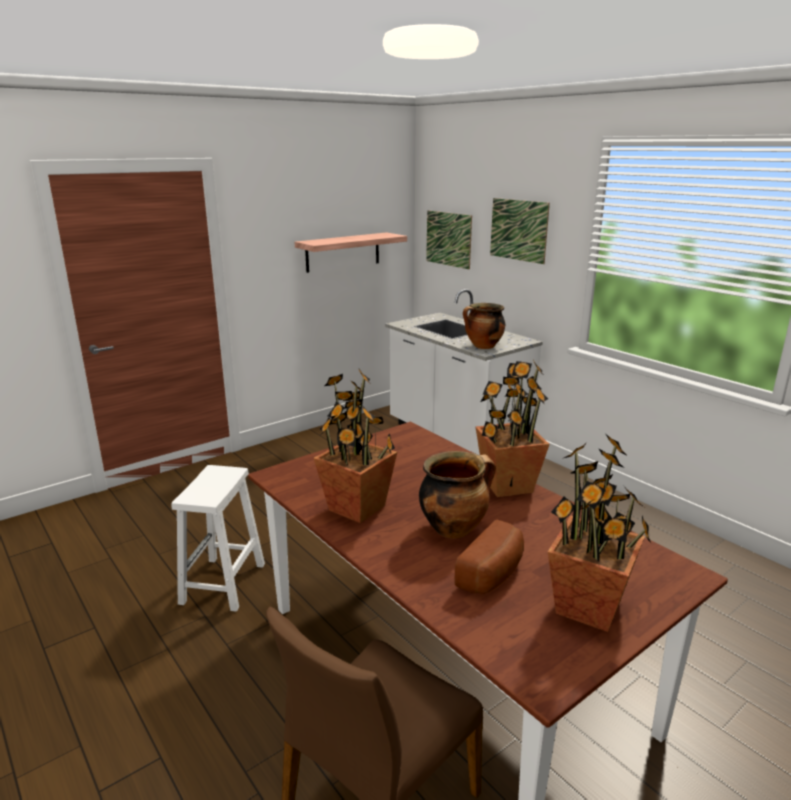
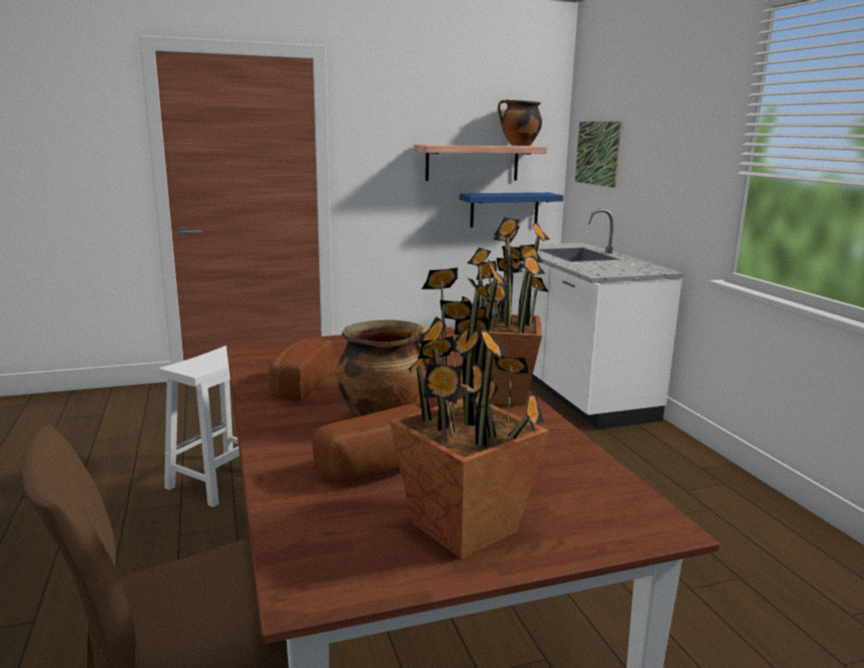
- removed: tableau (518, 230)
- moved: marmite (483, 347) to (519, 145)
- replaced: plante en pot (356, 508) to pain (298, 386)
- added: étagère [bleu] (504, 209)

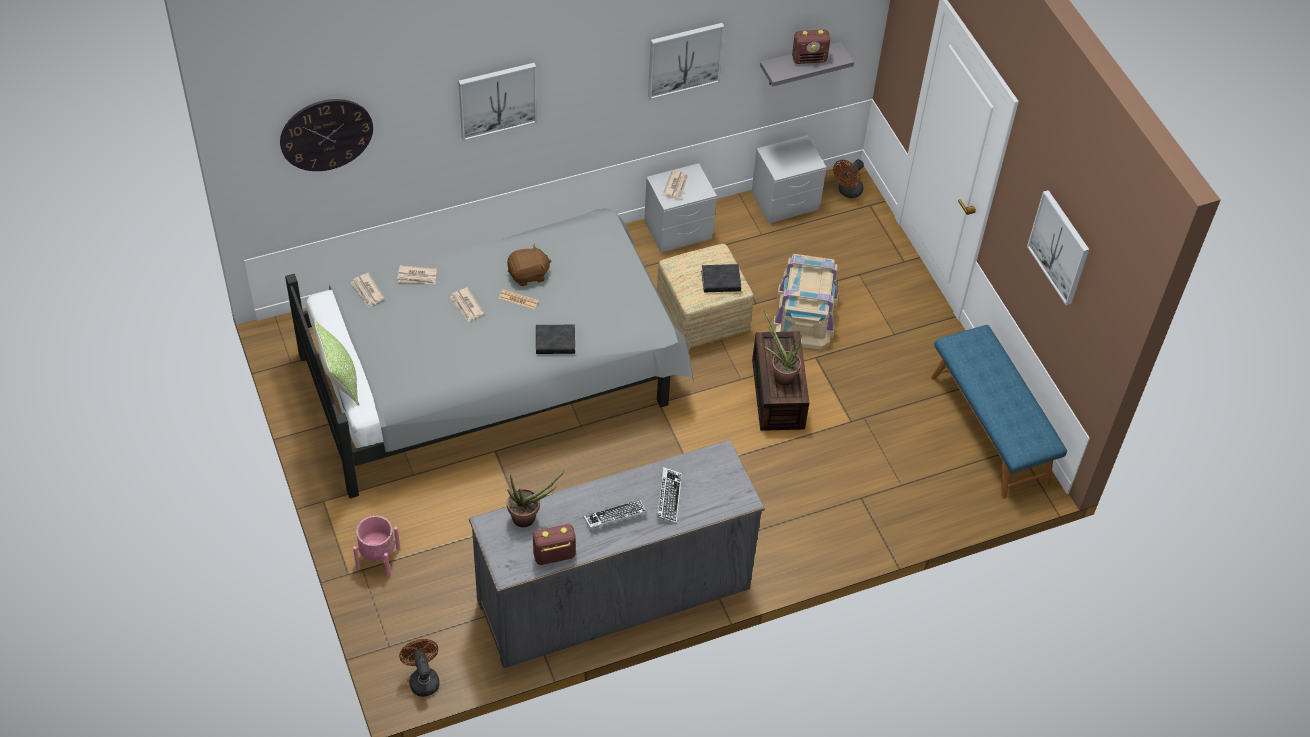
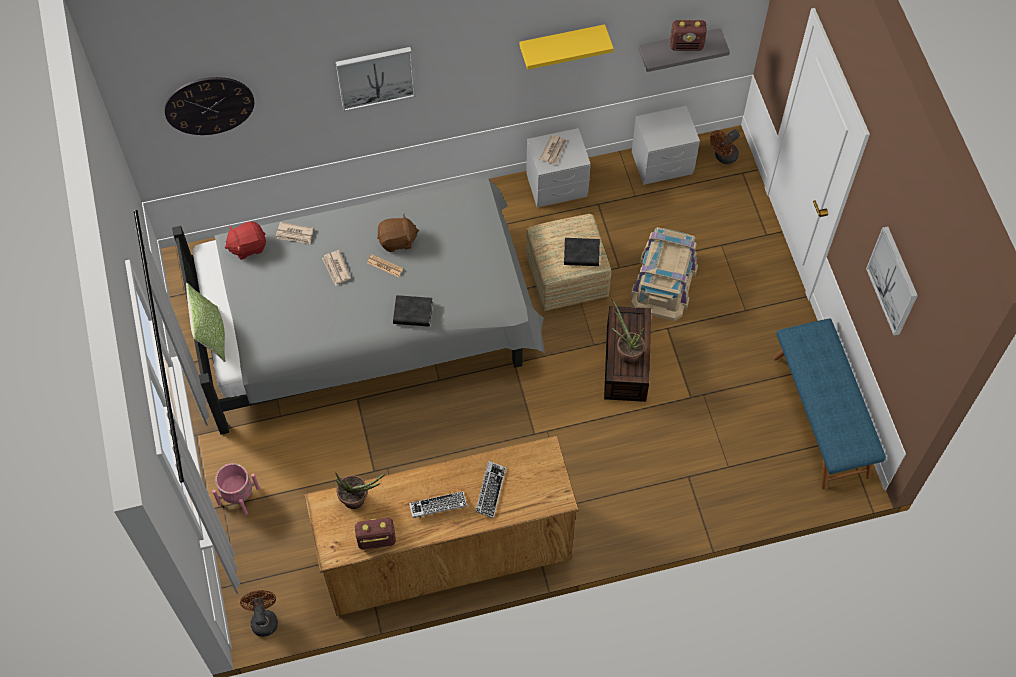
- replaced: tableau (684, 59) to étagère [jaune] (561, 43)
- replaced: journal (367, 291) to peluche [rouge] (247, 246)
- recoloured: commode [gris] (613, 594) to commode [marron] (445, 552)

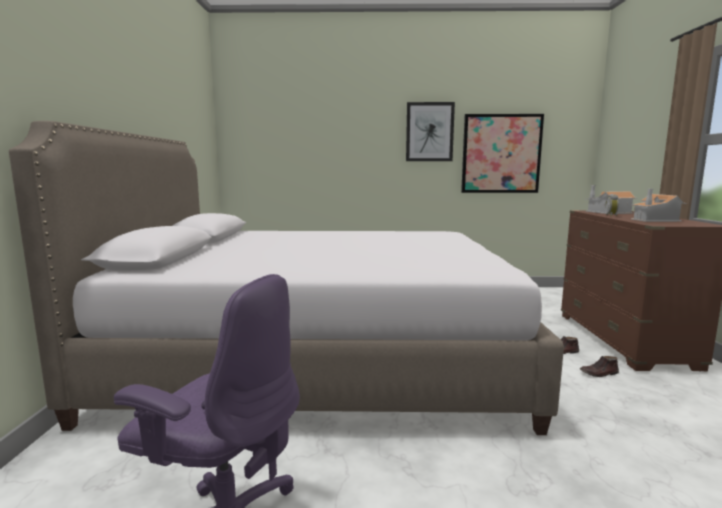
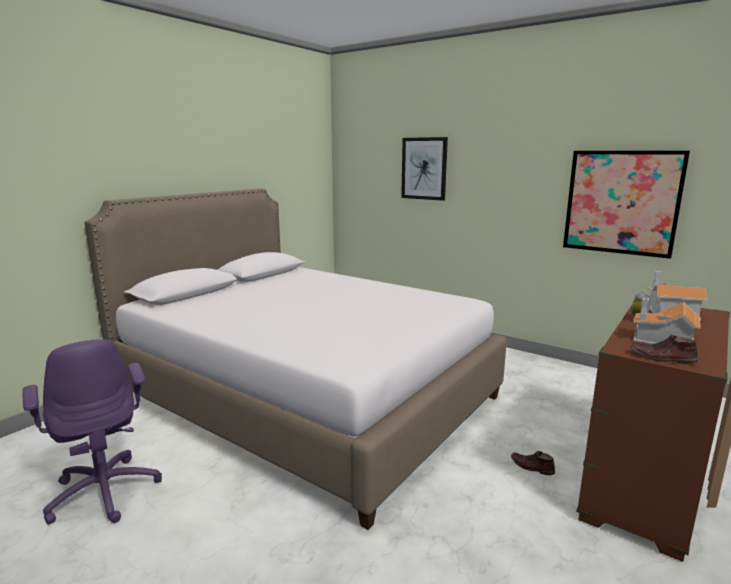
- moved: tableau (429, 132) to (424, 168)
- moved: chaussure [marron] (599, 373) to (662, 358)

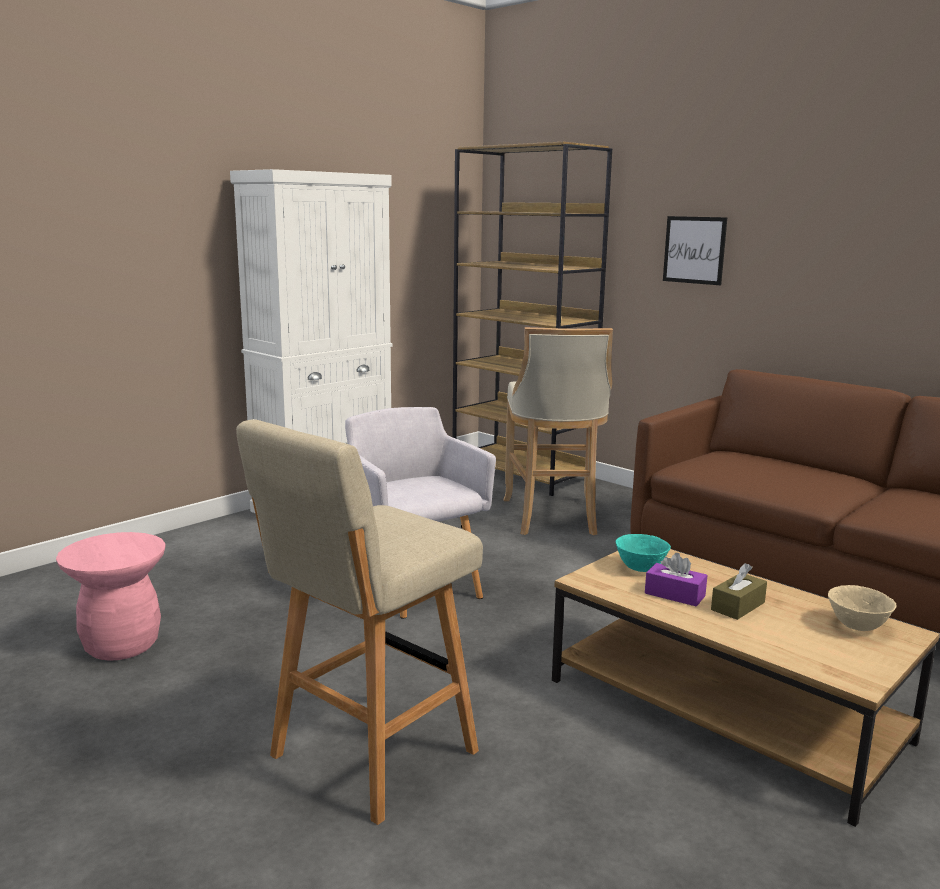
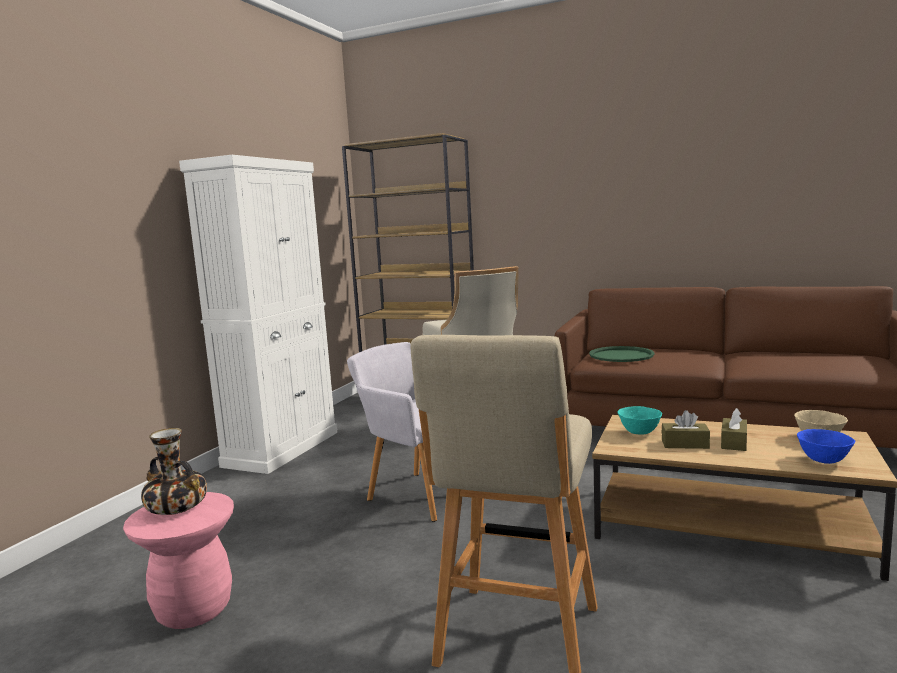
- removed: tableau (694, 250)
- recoloured: boîte à mouchoirs [violet] (674, 594) to boîte à mouchoirs [marron] (685, 444)
- added: plateau [vert] (621, 355)
- added: vase (177, 507)
- added: bol [bleu] (824, 461)

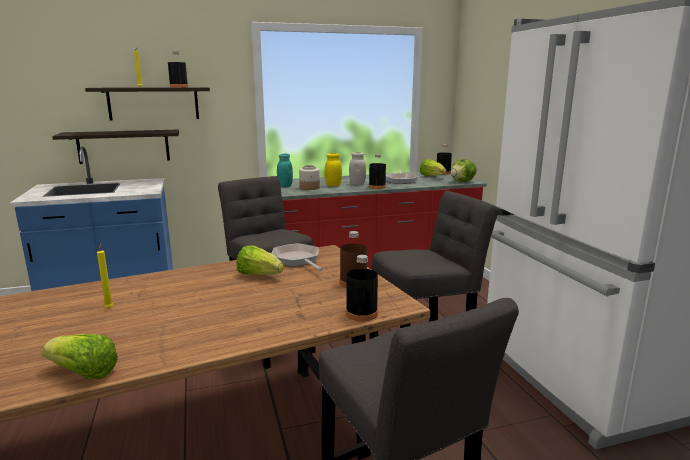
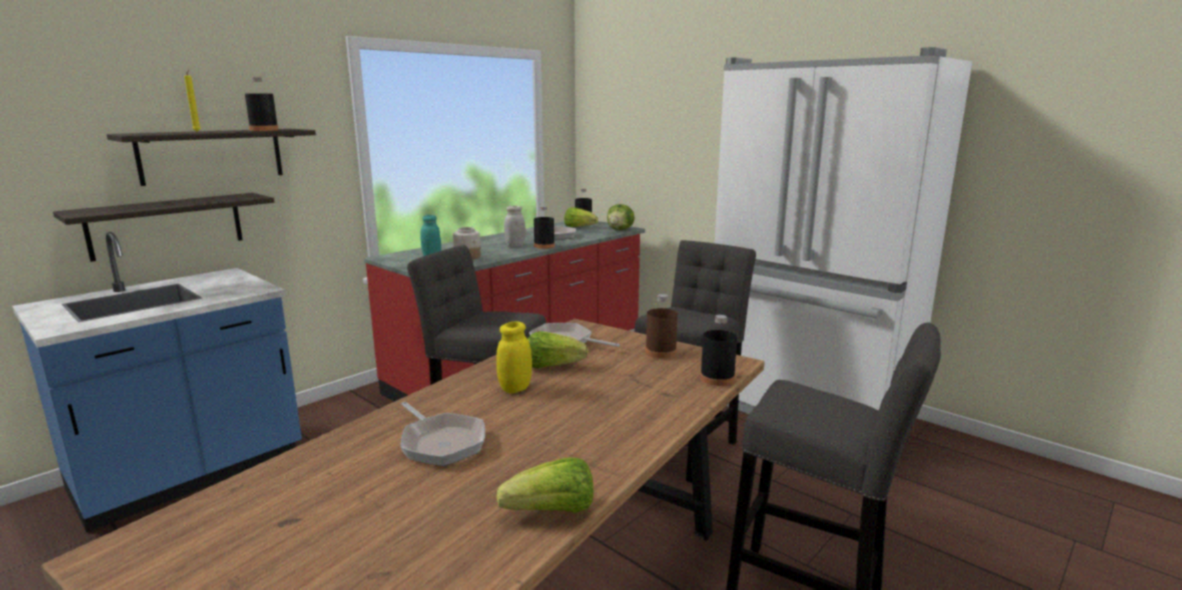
- moved: bocal [jaune] (333, 185) to (515, 388)
- replaced: bougie [jaune] (109, 307) to poêle (441, 442)

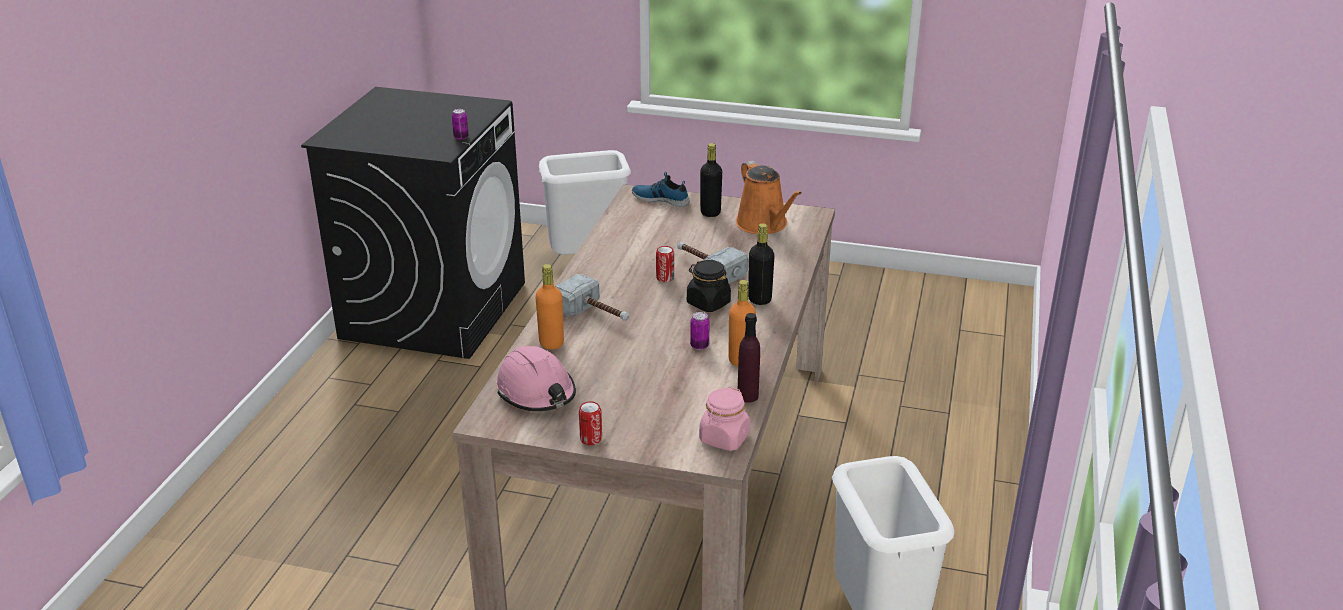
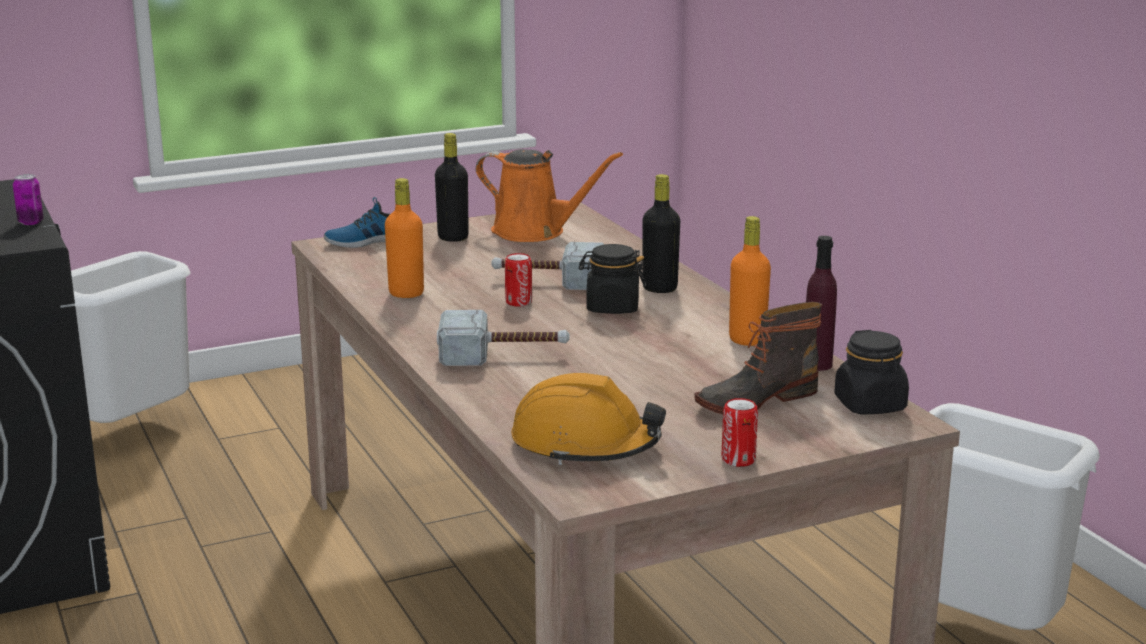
- moved: bouteille [orange] (551, 343) to (406, 293)
- removed: boîte métallique (699, 346)
- recoloured: casque de chantier [rose] (536, 392) to casque de chantier [orange] (585, 445)
- recoloured: bocal [rose] (724, 438) to bocal [noir] (870, 405)
- added: botte (754, 400)

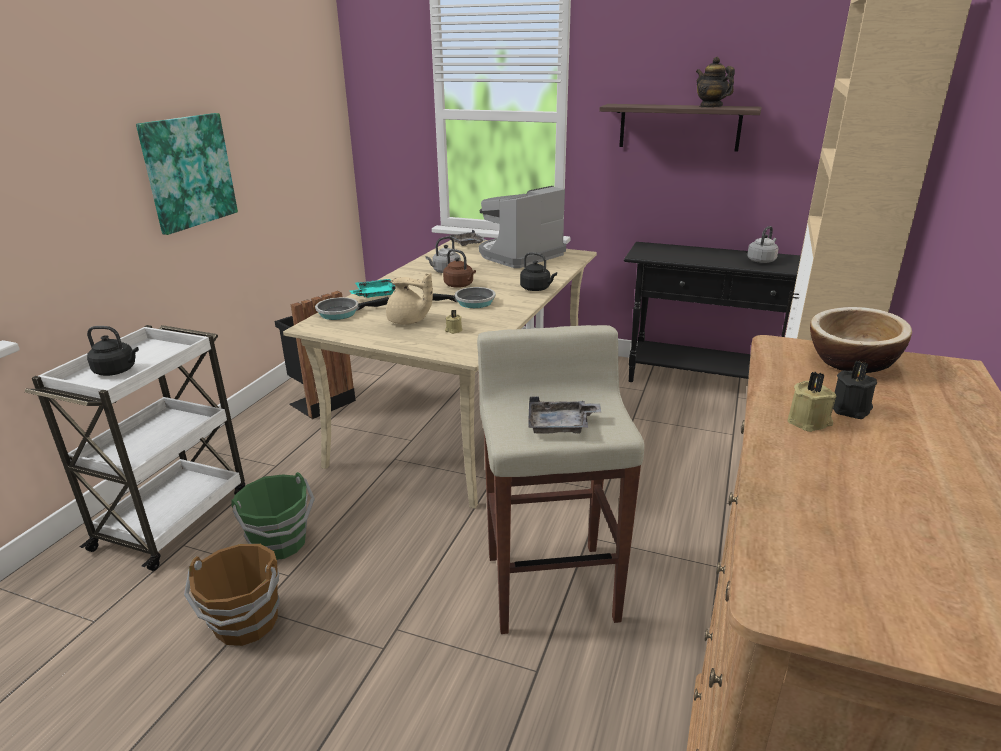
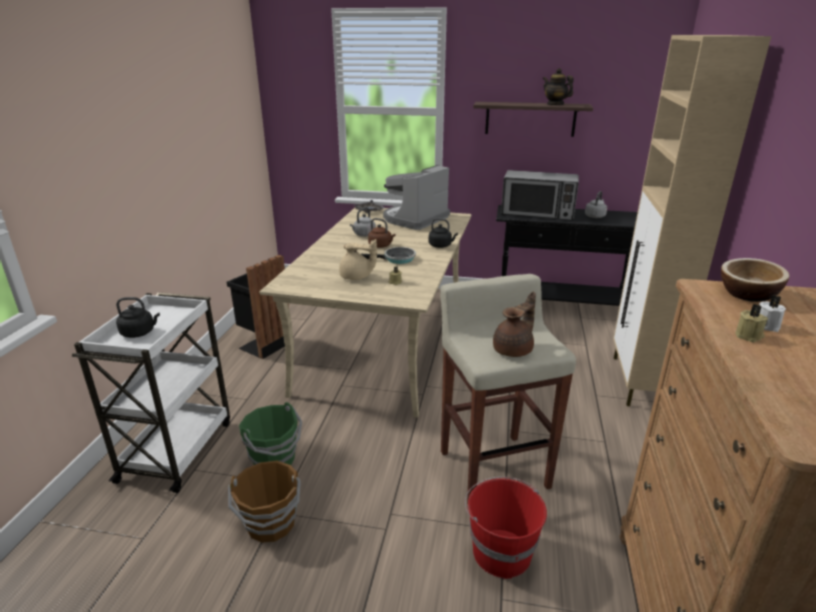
- removed: tableau (188, 171)
- removed: plateau [turquoise] (375, 295)
- removed: poêle (342, 312)
- recoloured: bougie [noir] (852, 409) to bougie [blanc] (768, 325)
- replaced: plateau [gris] (560, 426) to théière [marron] (514, 349)
- added: micro-ondes (537, 213)
- added: seau [rouge] (500, 551)

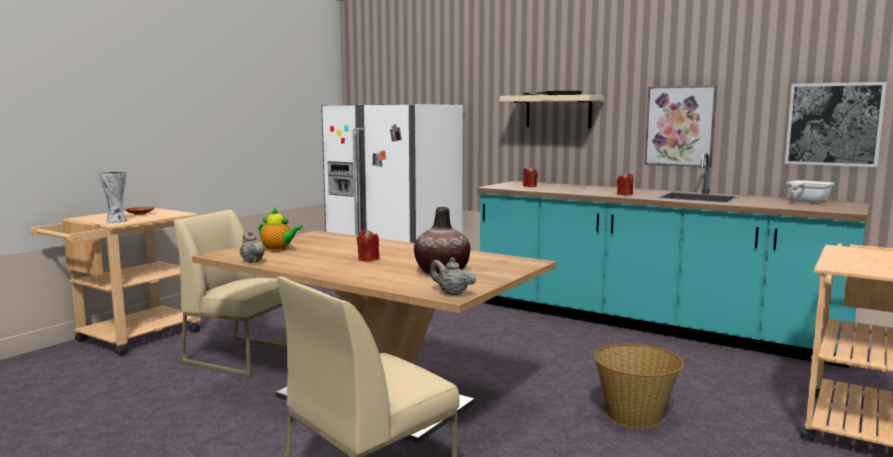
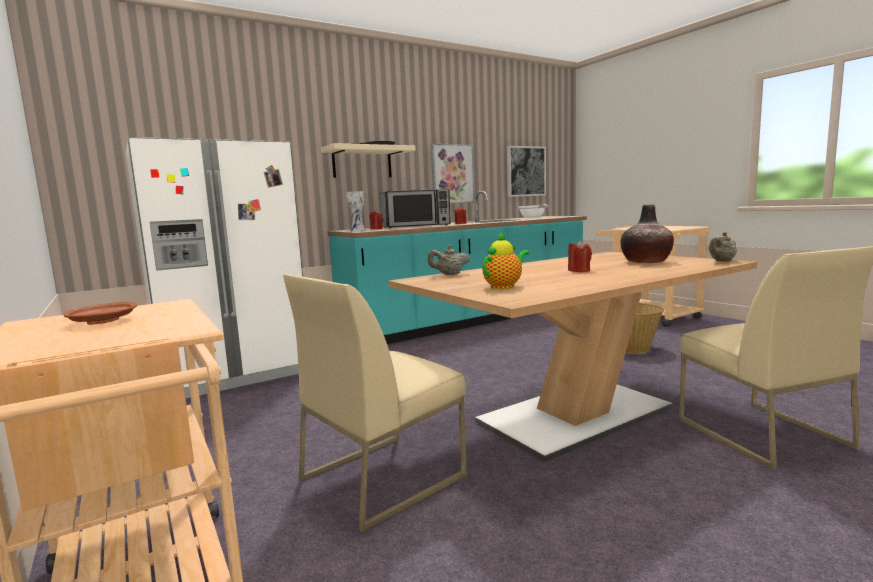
- moved: vase (116, 221) to (358, 230)
- moved: théière [beige] (252, 261) to (449, 275)
- added: micro-ondes (416, 226)

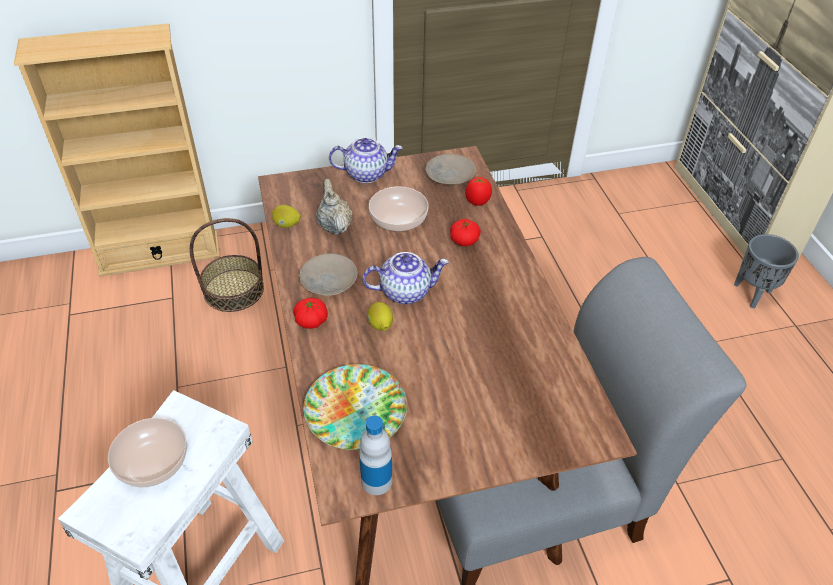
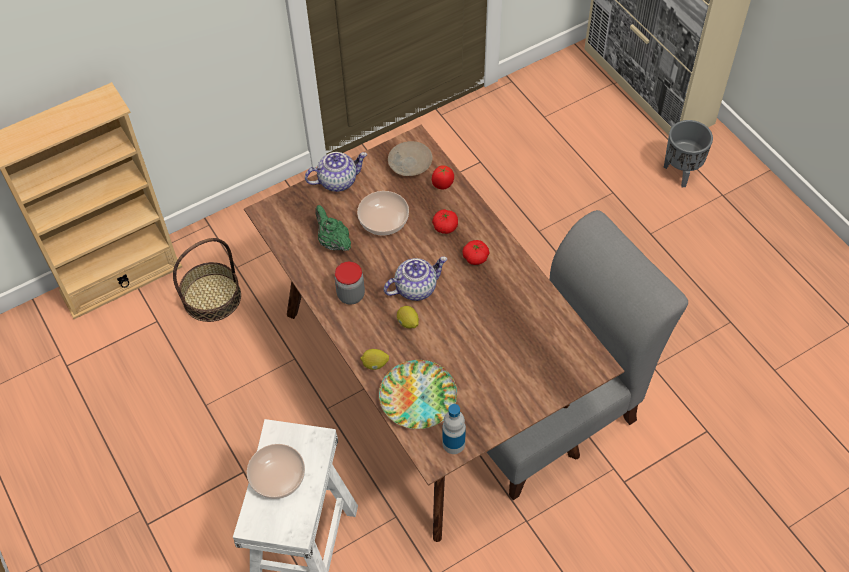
- recoloured: théière [beige] (334, 226) to théière [vert] (333, 242)
- moved: citron (286, 225) to (375, 364)
- replaced: assiette [beige] (328, 281) to bocal (351, 295)
- moved: tomate (311, 321) to (475, 258)

